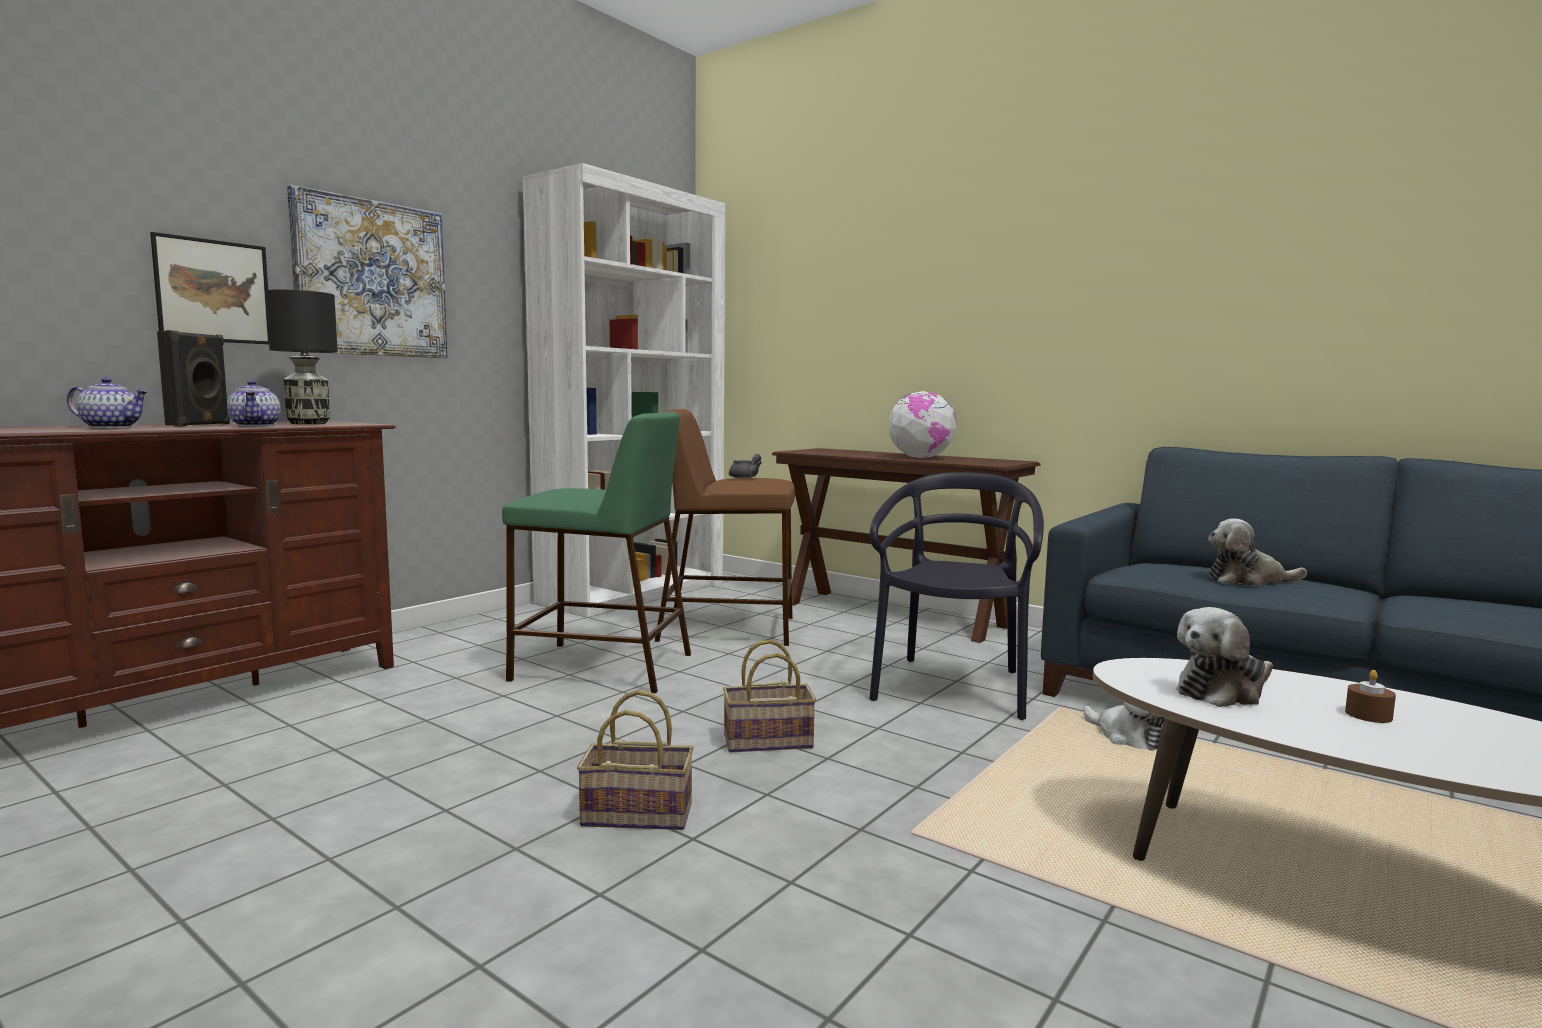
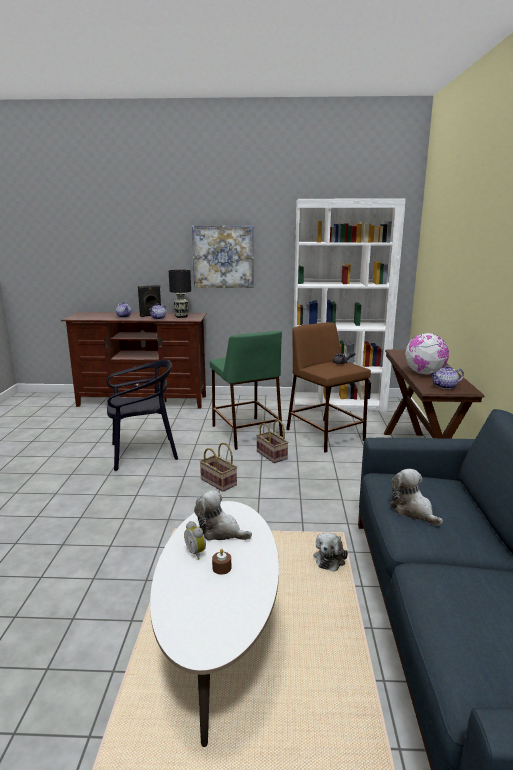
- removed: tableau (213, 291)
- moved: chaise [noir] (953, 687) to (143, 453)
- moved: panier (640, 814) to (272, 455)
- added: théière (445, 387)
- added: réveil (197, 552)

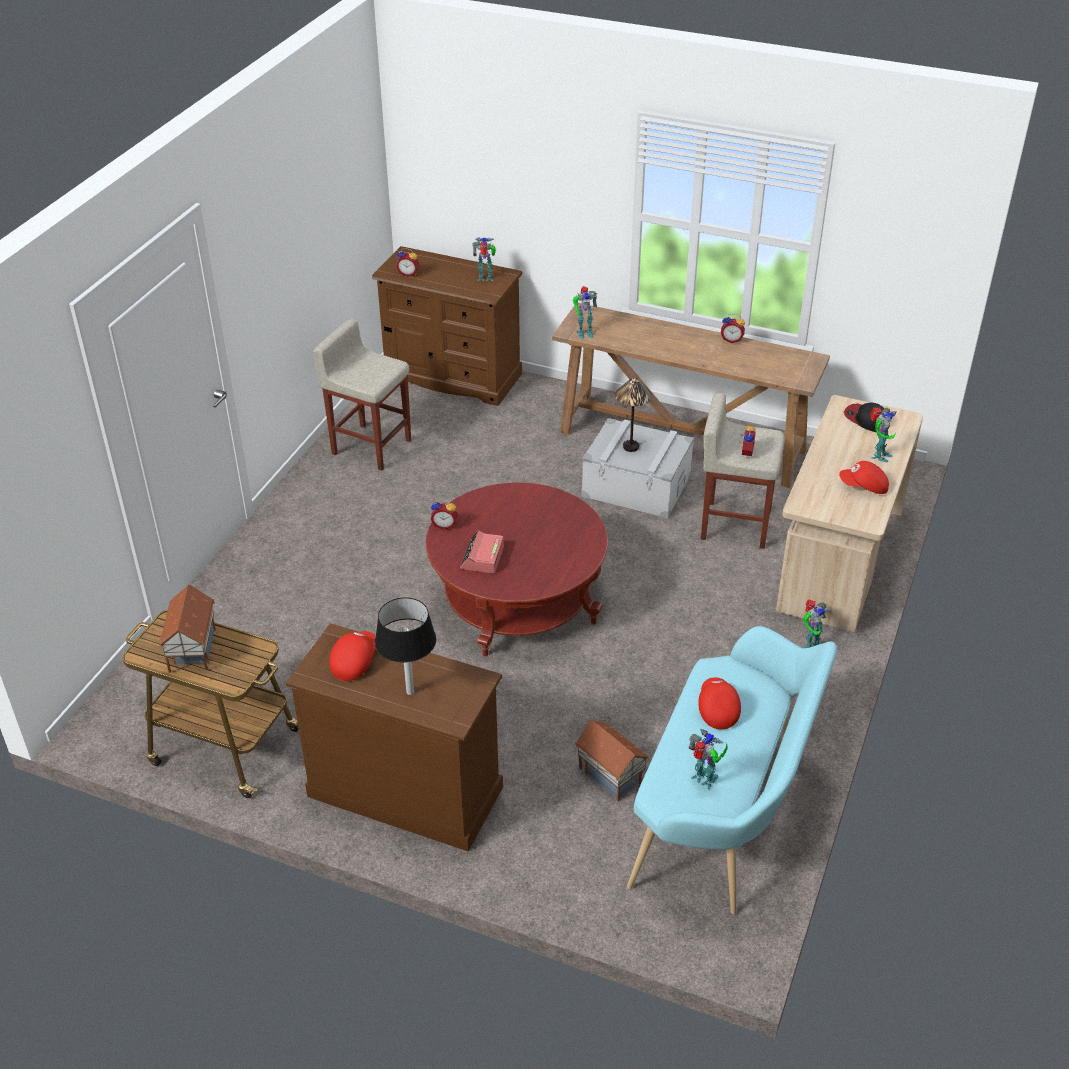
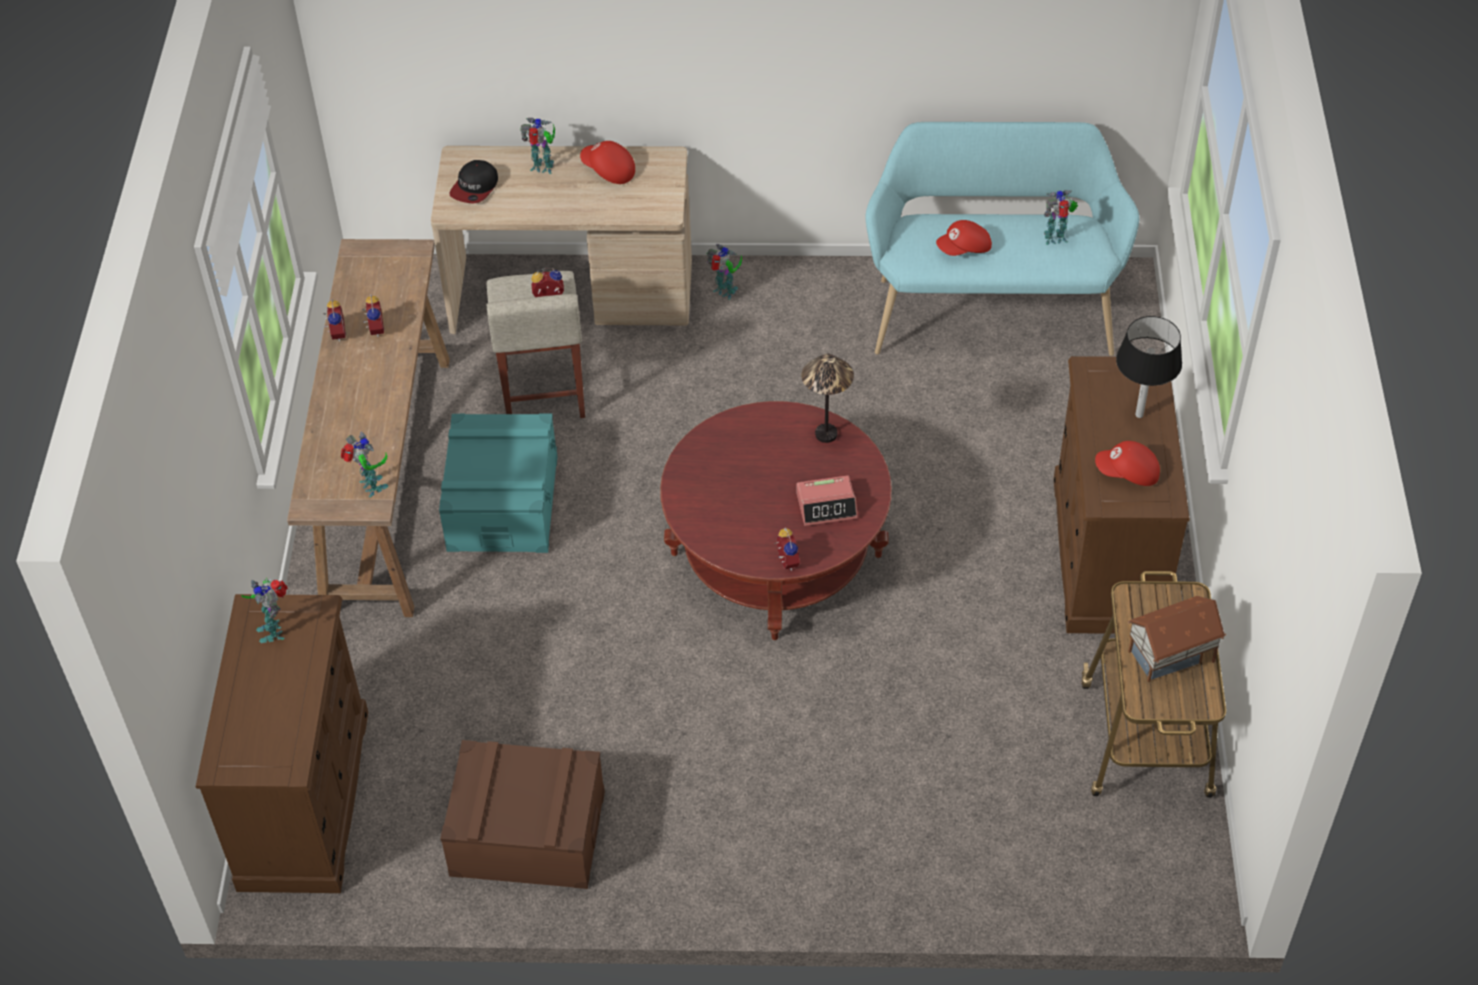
- moved: réveil (408, 273) to (374, 329)
- replaced: tabouret [beige] (370, 446) to boîte de rangement [marron] (527, 833)
- moved: lampe de table (630, 447) to (826, 435)
- recoloured: boîte de rangement [gris] (636, 486) to boîte de rangement [turquoise] (502, 503)
- turned: casquette [rouge] (864, 487) = (608, 171) 135 degrees clockwise
- removed: maison miniature (611, 774)
- turned: robot jouet (704, 780) = (1056, 239) 60 degrees clockwise

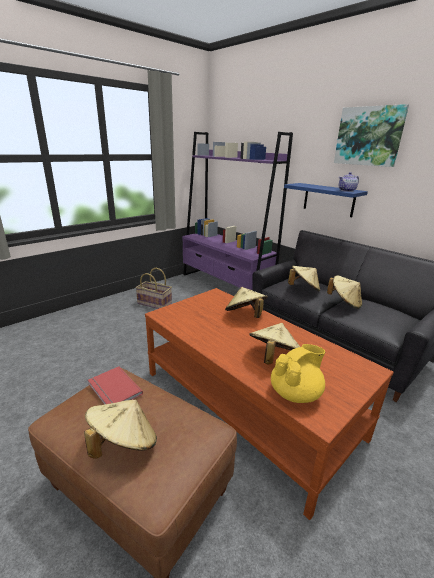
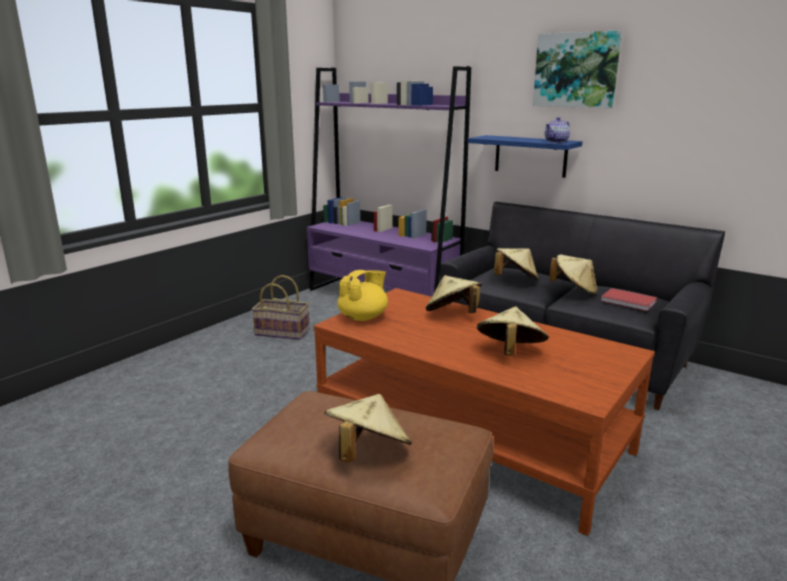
- moved: théière [jaune] (296, 393) to (363, 317)
- moved: livre [rouge] (113, 390) to (628, 302)

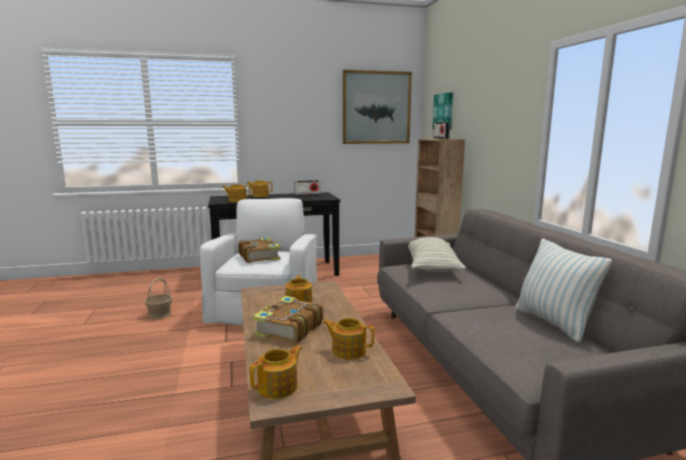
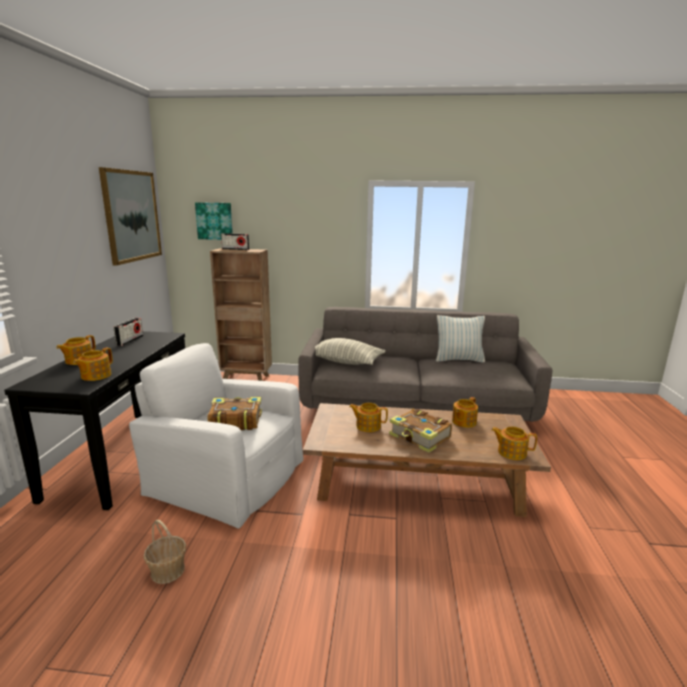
- turned: théière (278, 387) = (511, 452) 45 degrees counterclockwise

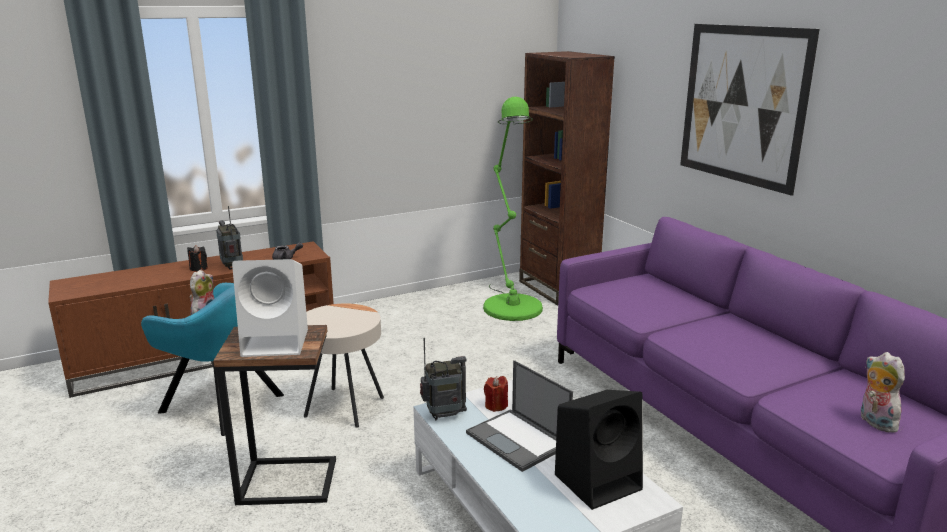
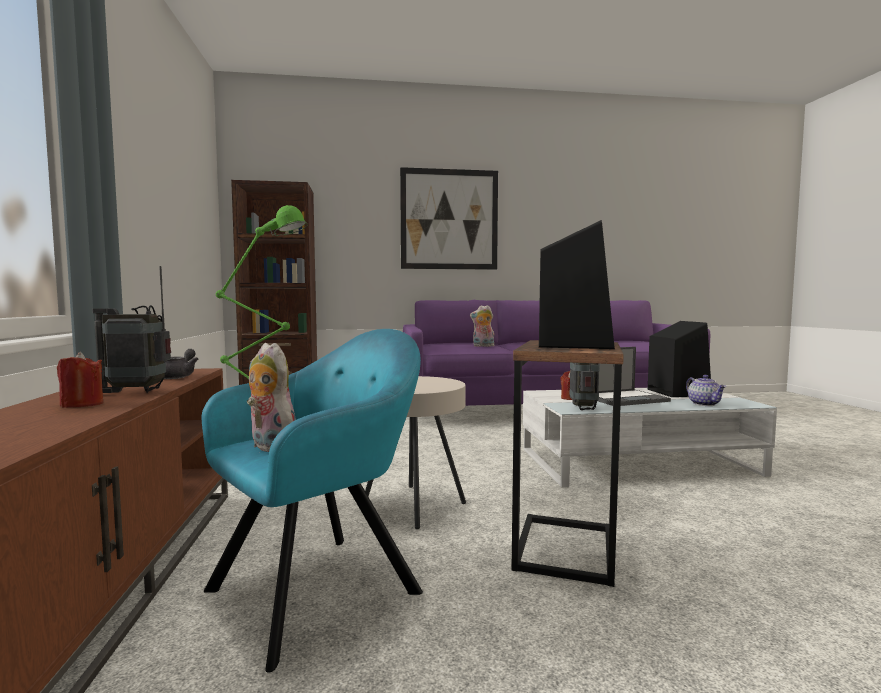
- recoloured: bougie [noir] (198, 268) to bougie [rouge] (82, 404)
- recoloured: enceinte [blanc] (277, 342) to enceinte [noir] (575, 344)
- moved: peluche (874, 422) to (483, 346)
- added: théière (705, 404)

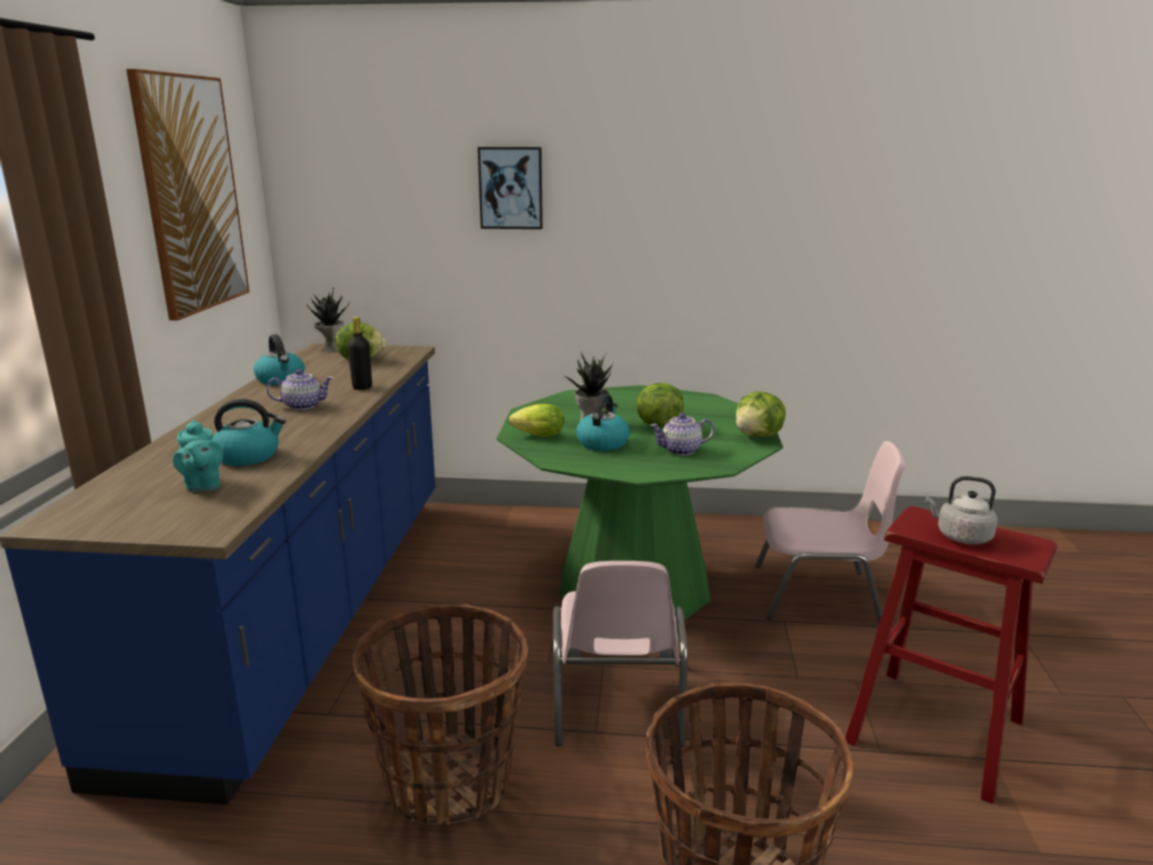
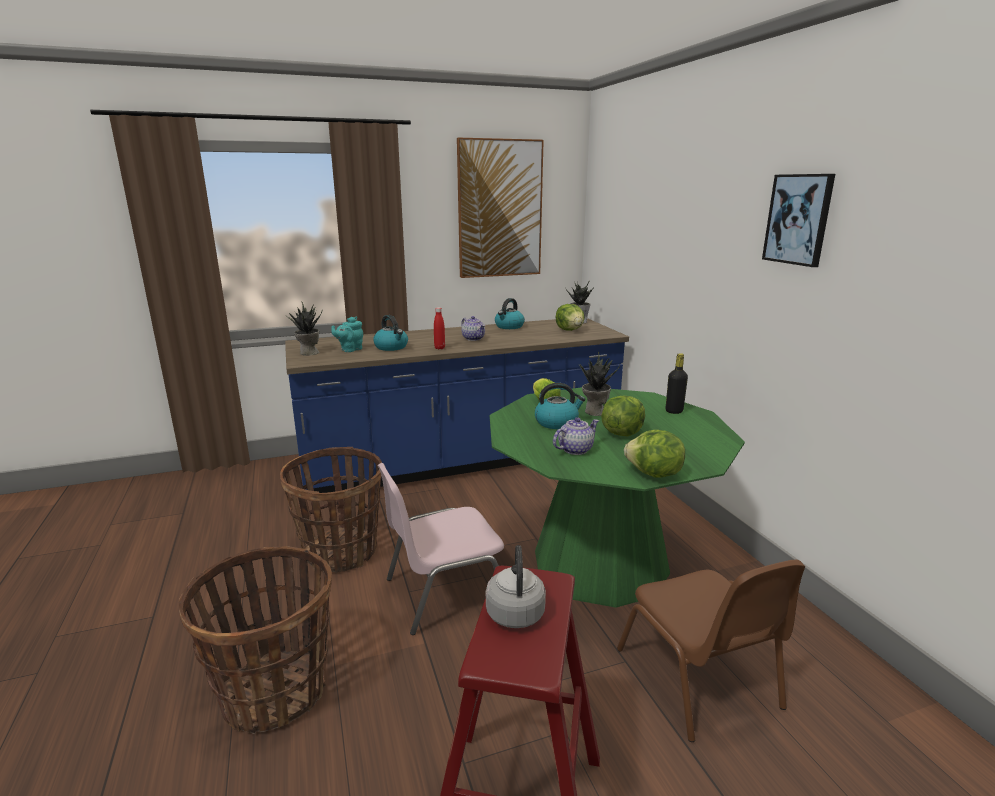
- moved: tableau (511, 188) to (798, 219)
- moved: bouteille [noir] (362, 387) to (674, 411)
- turned: théière (680, 450) = (575, 449) 90 degrees clockwise
- recoloured: chaise [rose] (818, 595) to chaise [marron] (699, 679)
- added: plante en pot (308, 353)
- added: bouteille [rouge] (439, 348)

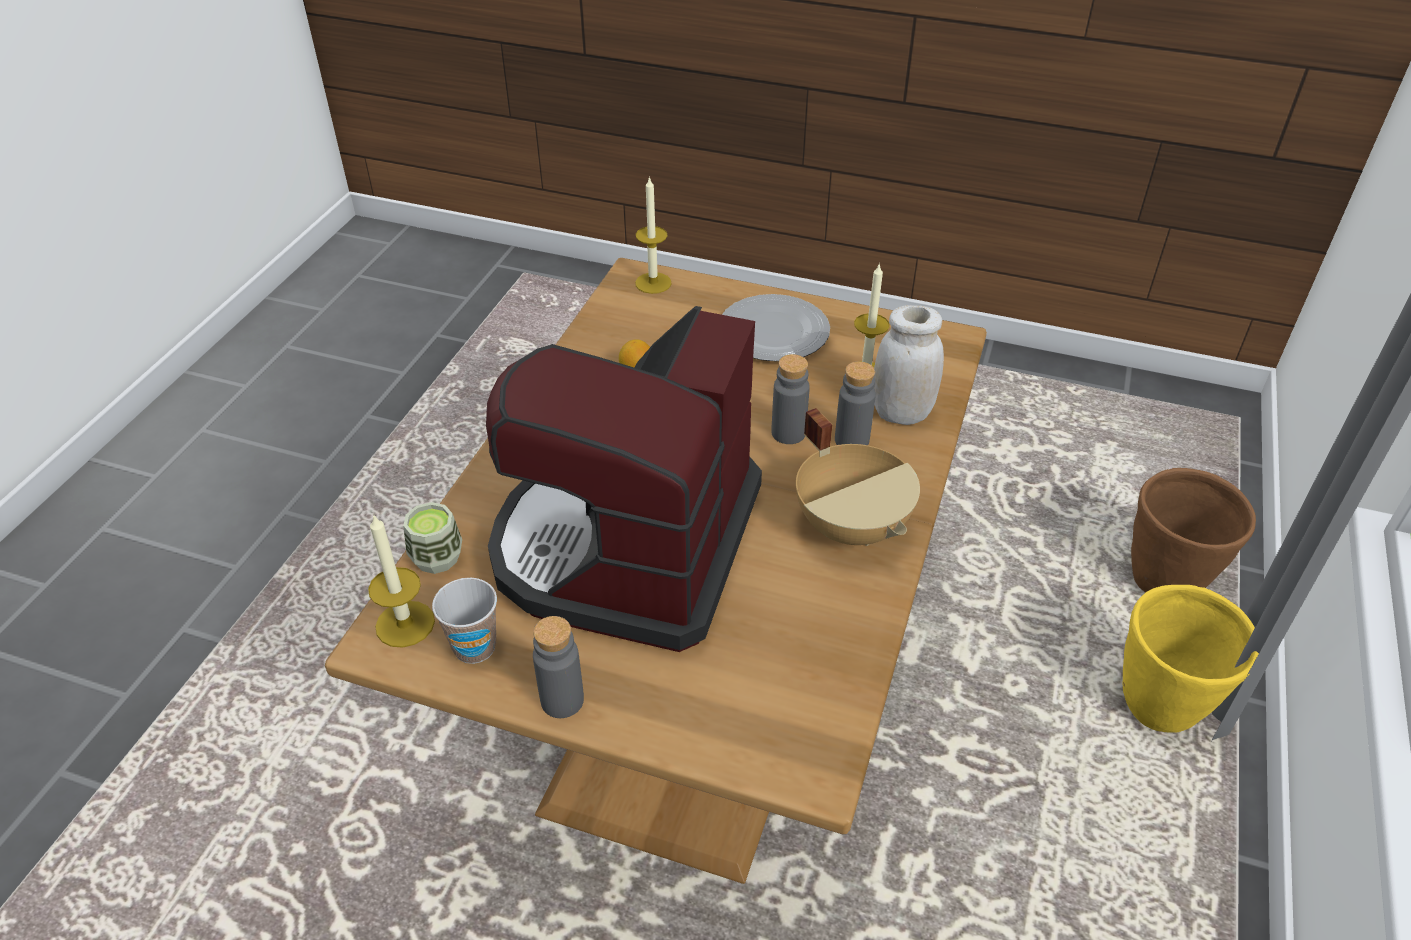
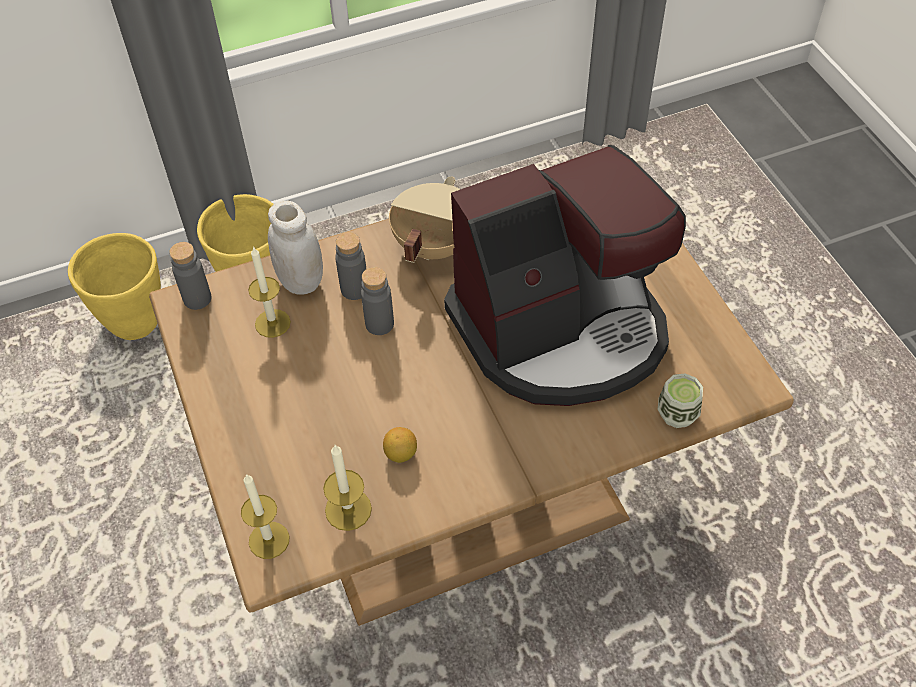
- removed: assiette (773, 333)
- recoloured: cache-pot [marron] (1165, 583) to cache-pot [jaune] (135, 321)
- moved: bougie (405, 624) to (348, 509)
- removed: tasse (474, 647)
- moved: bouteille [gris] (562, 700) to (197, 298)

